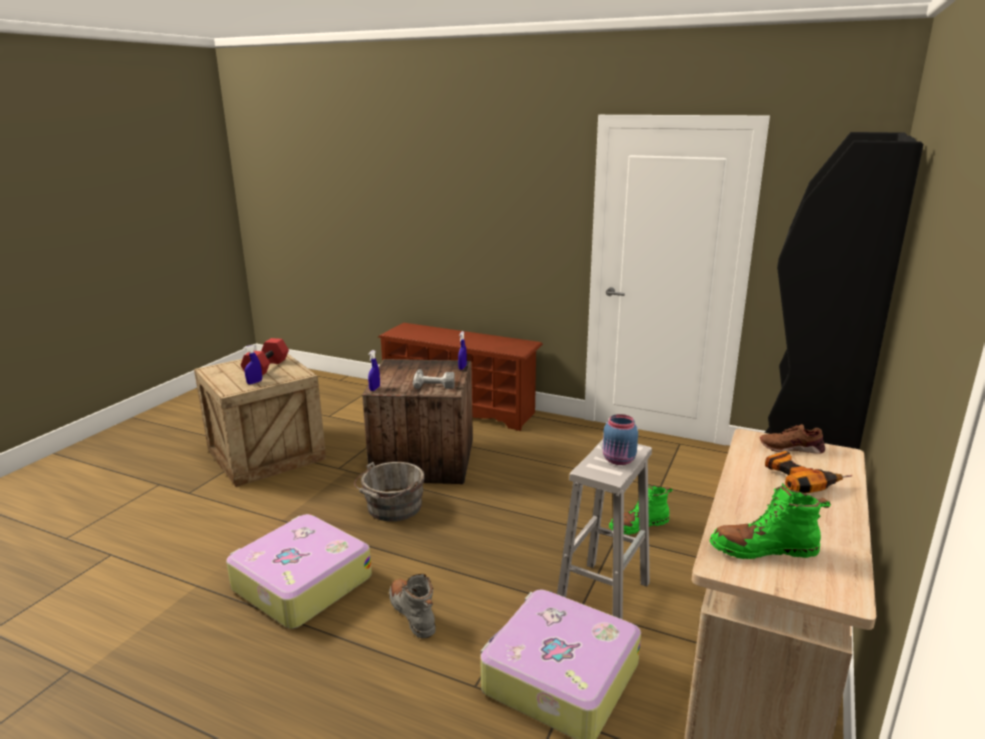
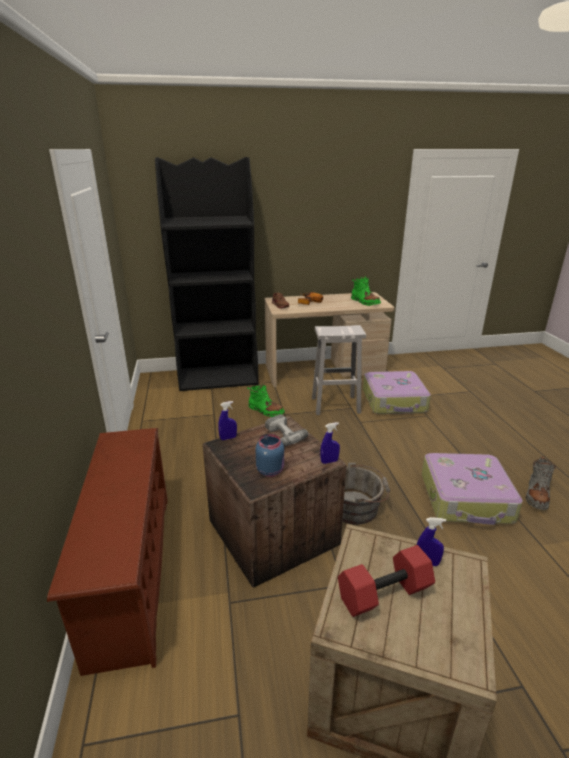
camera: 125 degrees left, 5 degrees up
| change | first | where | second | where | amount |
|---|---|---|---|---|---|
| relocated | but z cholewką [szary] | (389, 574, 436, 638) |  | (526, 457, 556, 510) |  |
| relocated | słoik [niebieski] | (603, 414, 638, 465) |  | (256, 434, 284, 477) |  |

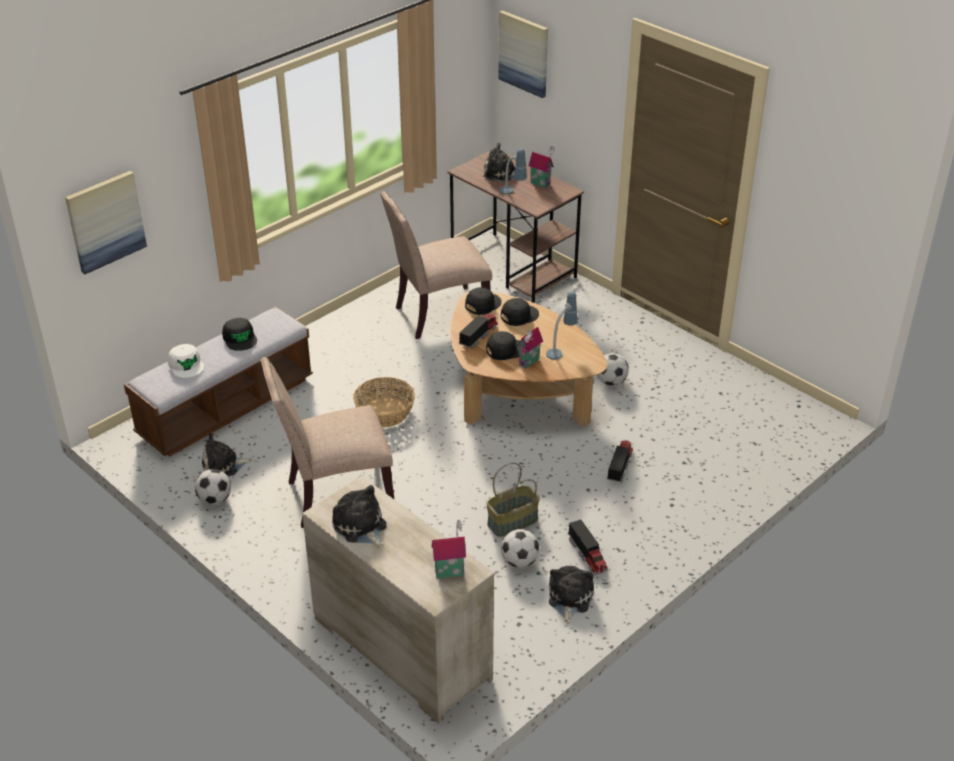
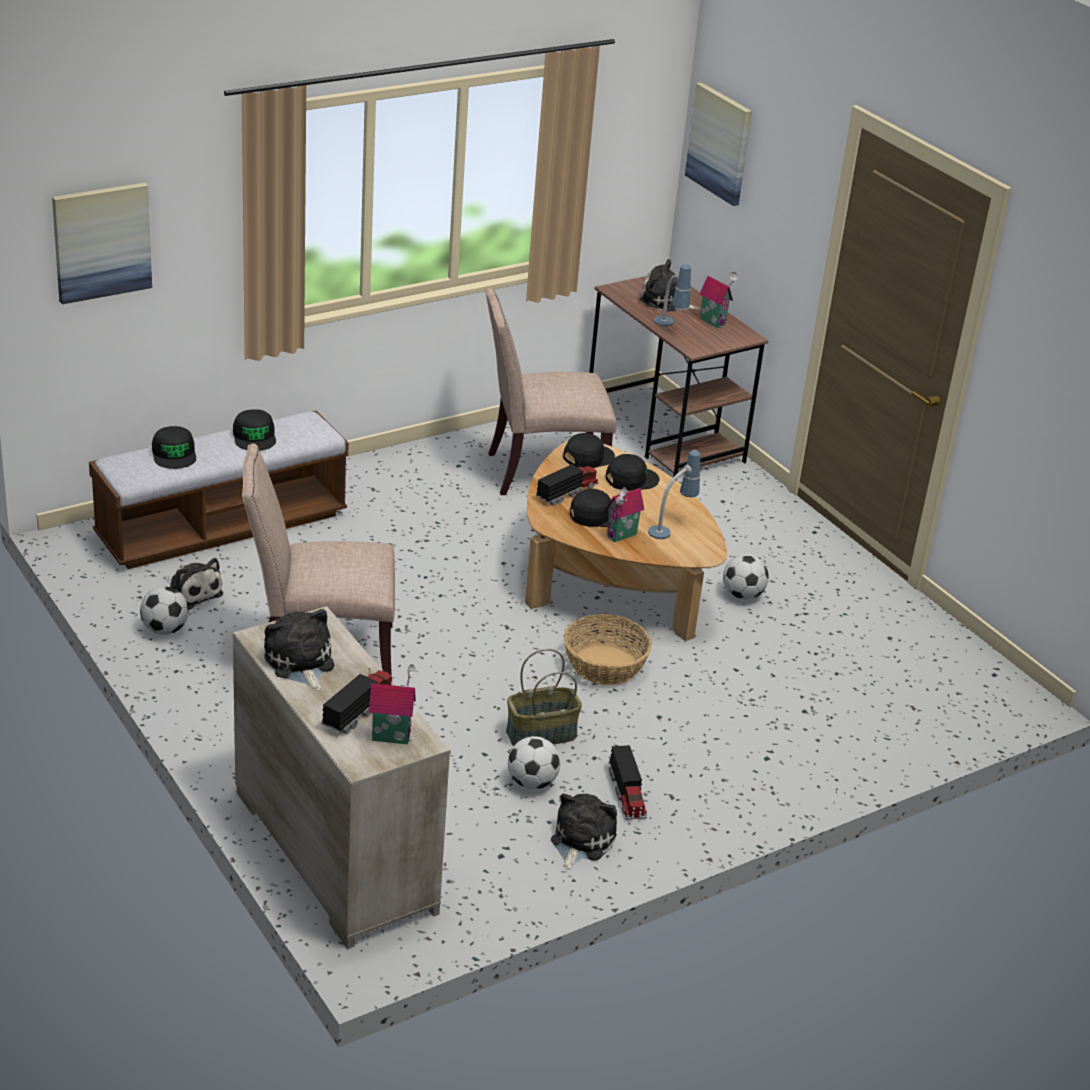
camera: 10 degrees right, 5 degrees down
| change | first | where | second | where | amount |
|---|---|---|---|---|---|
| relocated | koszyk | (353, 377, 415, 428) |  | (564, 614, 652, 685) |  |
| relocated | ciężarówka zabawkowa | (607, 441, 633, 482) |  | (321, 668, 394, 735) |  |
| colour | czapka z daszkiem [biały] | (168, 344, 204, 378) | czapka z daszkiem [czarny] | (152, 426, 196, 469) |  |
| spun | pluszak | (202, 432, 252, 477) |  | (164, 558, 223, 610) | 135 degrees counterclockwise |

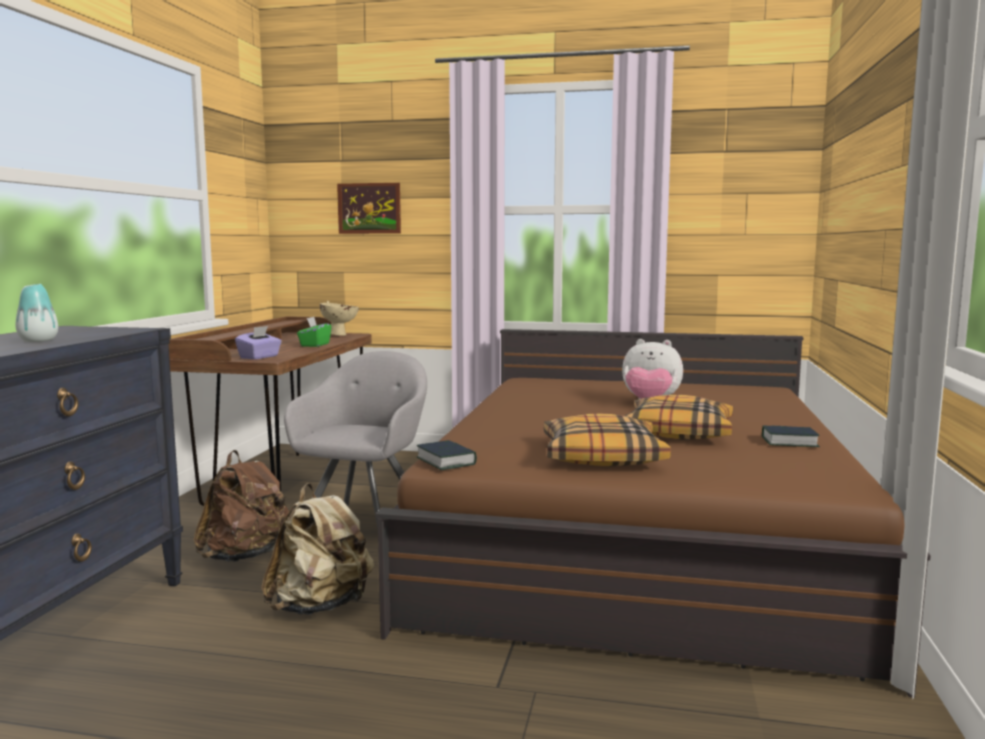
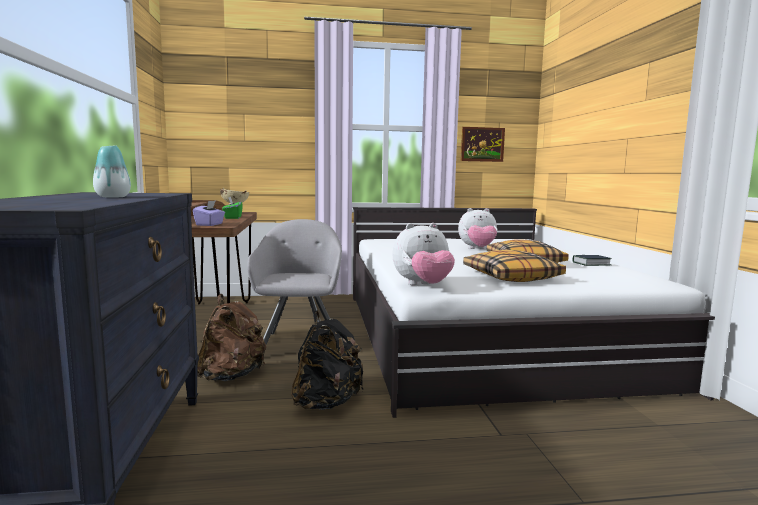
camera: 20 degrees left, 0 degrees up
| change | first | where | second | where | amount |
|---|---|---|---|---|---|
| relocated | obraz | (337, 183, 401, 234) |  | (461, 127, 505, 162) |  |
| exchanged | książka | (417, 440, 477, 470) | pluszak | (392, 223, 455, 285) |  |
| colour | plecak [beżowy] | (261, 483, 374, 615) | plecak [czarny] | (291, 310, 364, 410) |  |
| colour | łóżko [brązowy] | (376, 329, 931, 698) | łóżko [biały] | (353, 207, 715, 418) |  |

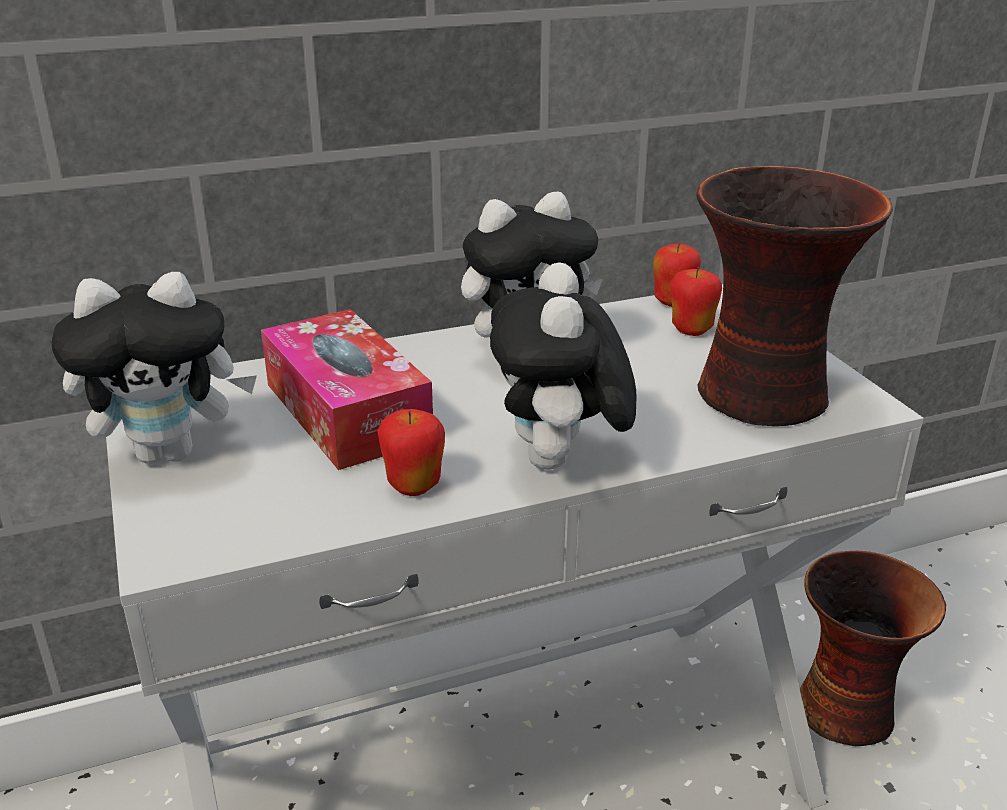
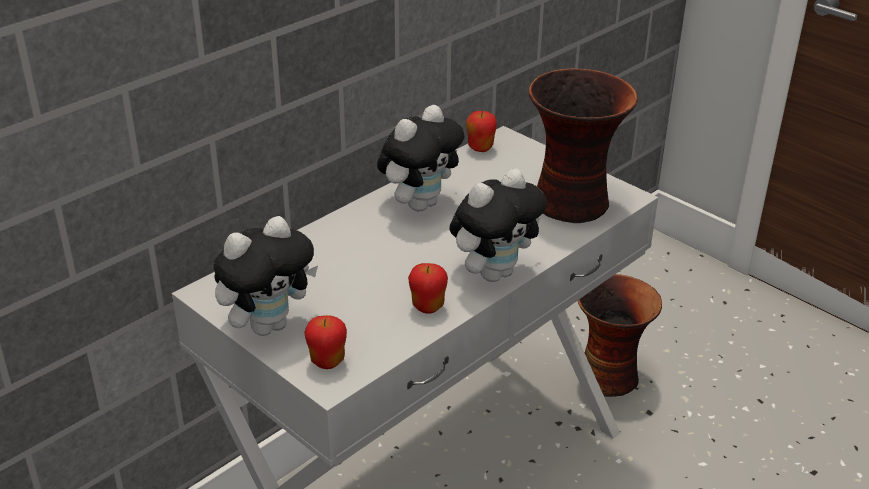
camera: 25 degrees left, 5 degrees up
| change | first | where | second | where | amount |
|---|---|---|---|---|---|
| missing | pudełko chusteczek | (261, 309, 433, 470) |  |  |  |
| relocated | jabłko | (670, 267, 722, 336) |  | (304, 315, 347, 369) |  |
| spun | pluszak | (490, 262, 636, 470) |  | (450, 168, 547, 282) | 105 degrees counterclockwise |

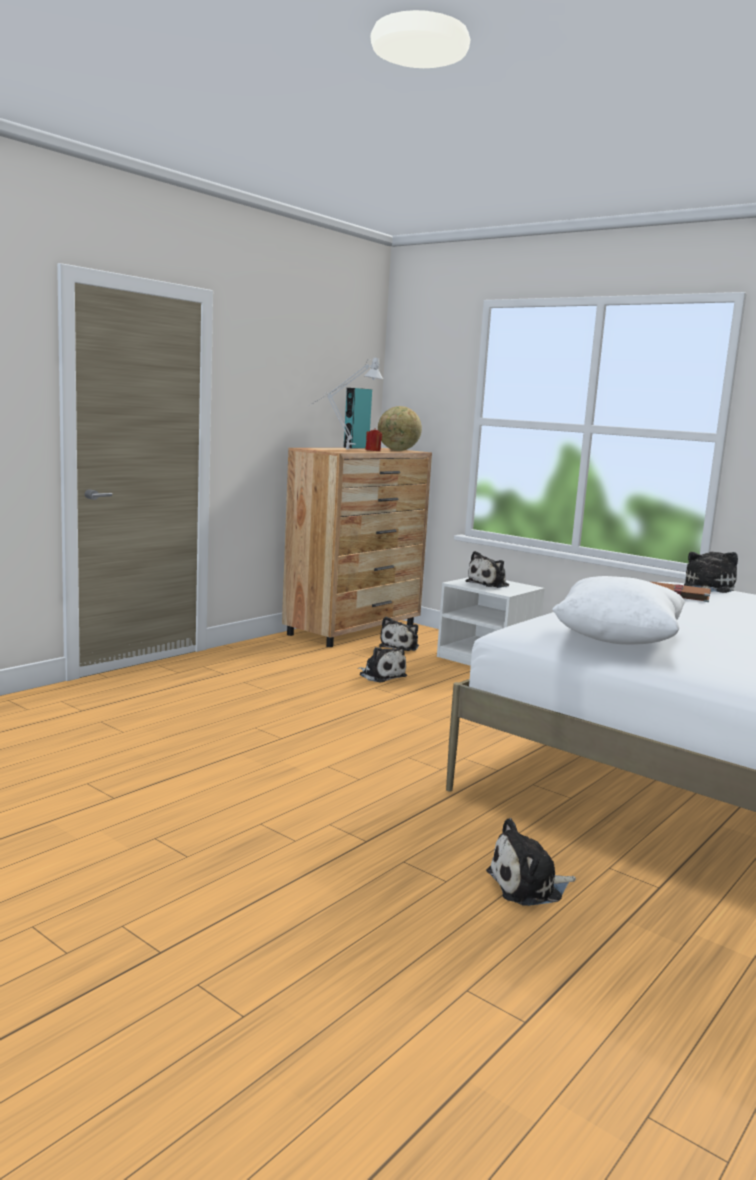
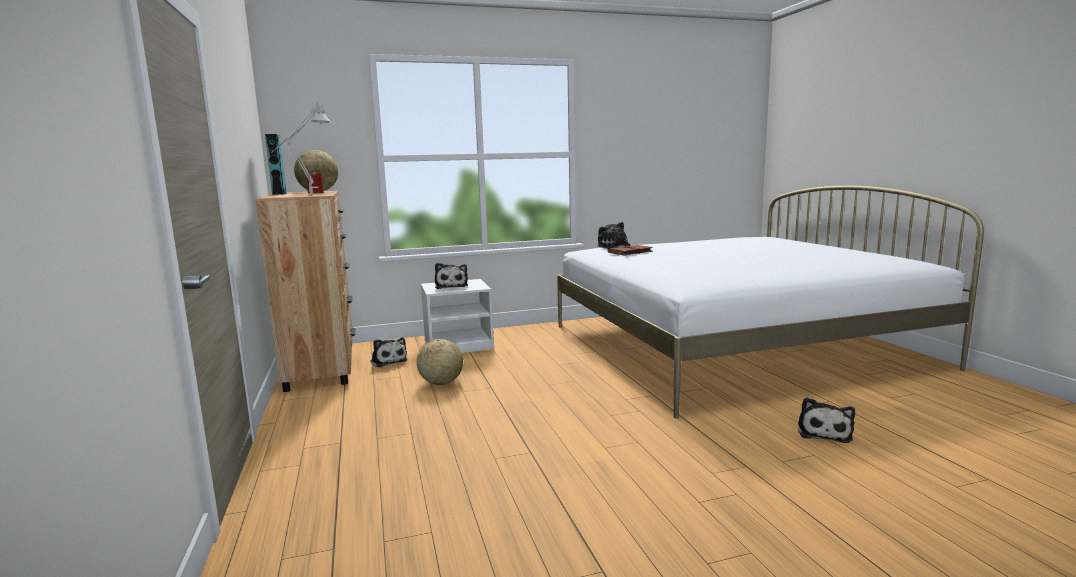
camera: 55 degrees left, 0 degrees up
| change | first | where | second | where | amount |
|---|---|---|---|---|---|
| missing | poduszka [biały] | (552, 576, 686, 645) |  |  |  |
| exchanged | pluszak | (358, 646, 407, 683) | globus | (417, 339, 463, 385) |  |

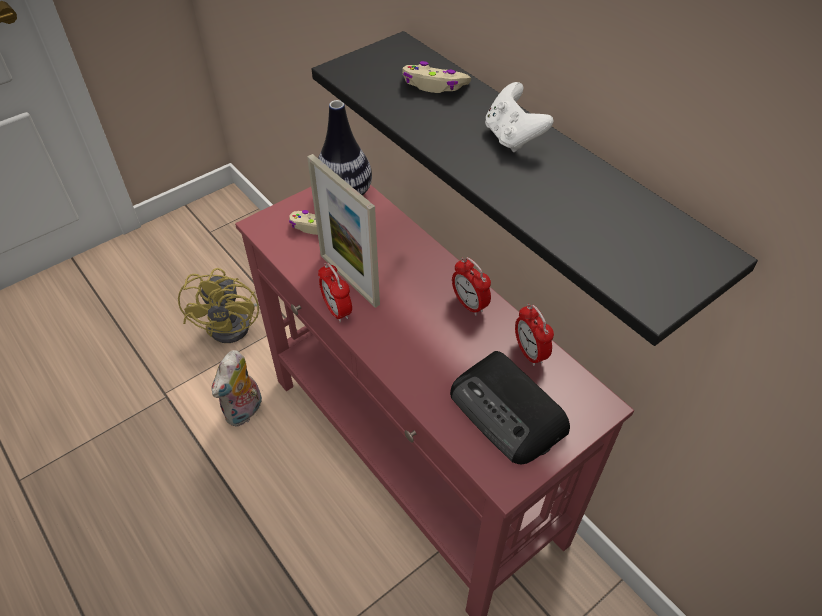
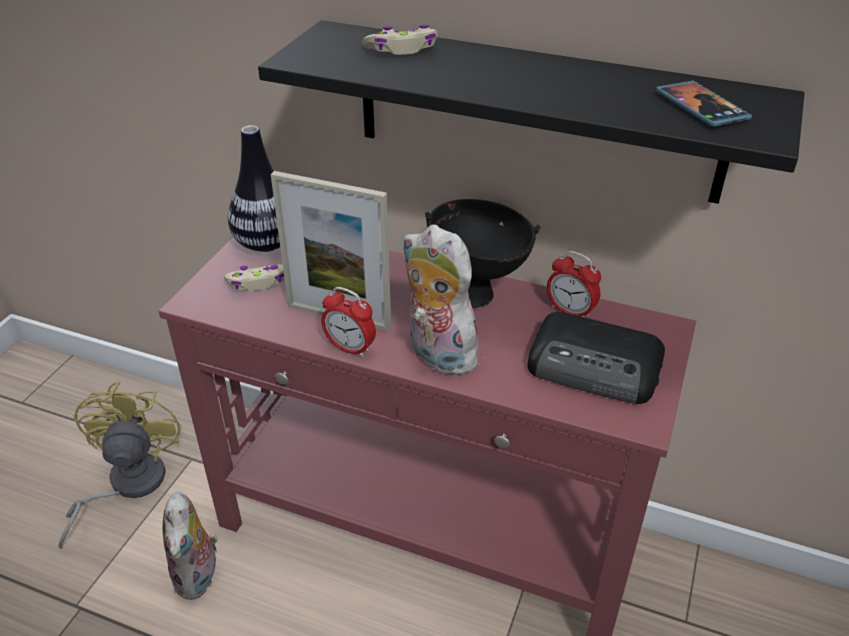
camera: 30 degrees left, 10 degrees down
| change | first | where | second | where | amount |
|---|---|---|---|---|---|
| missing | pad do gier [biały] | (485, 82, 554, 152) |  |  |  |
| appeared |  |  | pluszak | (402, 225, 480, 376) |  |
| appeared |  |  | telefon | (656, 81, 752, 127) |  |
| exchanged | budzik | (452, 257, 491, 316) | miska [czarny] | (425, 199, 541, 308) |  |
| spun | wentylator [żółty] | (178, 268, 259, 343) |  | (59, 381, 182, 549) | 150 degrees counterclockwise |

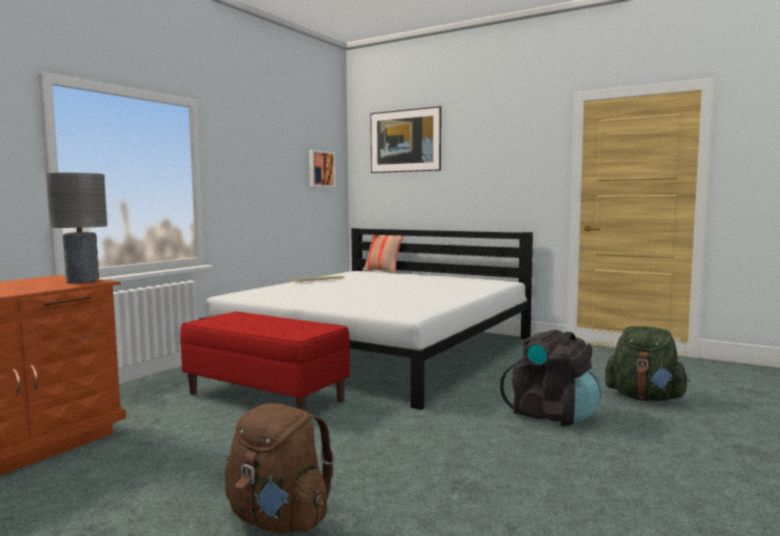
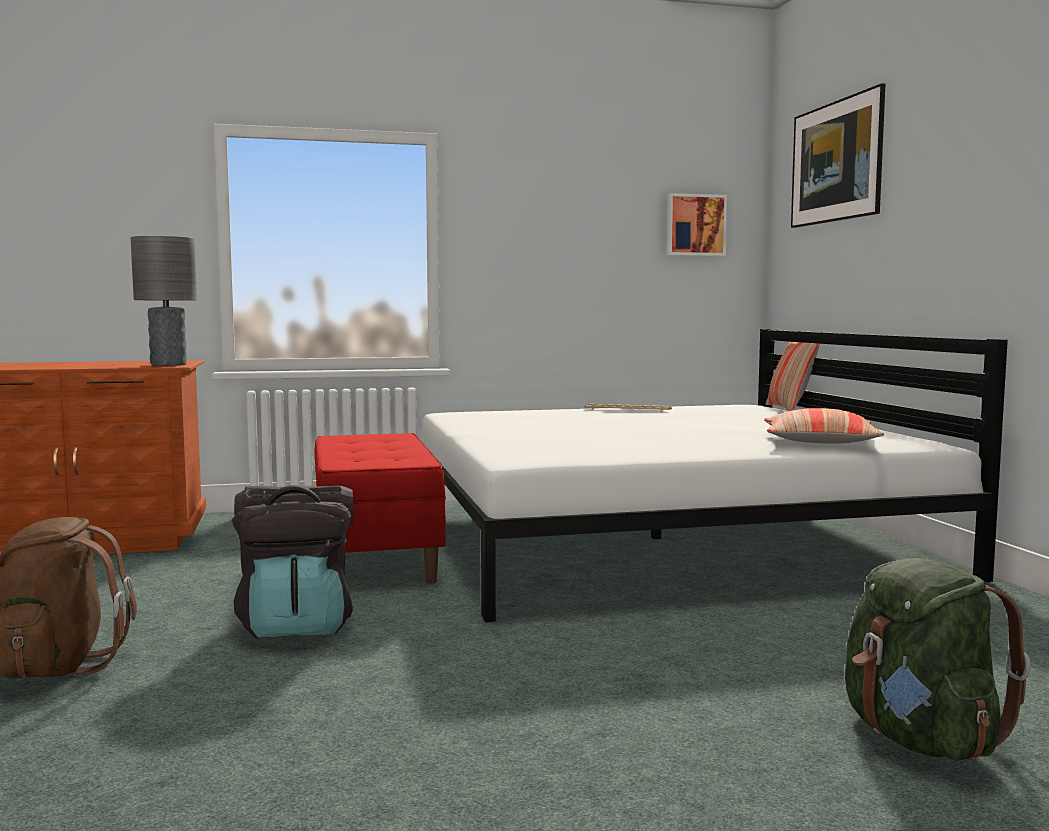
camera: 45 degrees right, 0 degrees up
| change | first | where | second | where | amount |
|---|---|---|---|---|---|
| appeared |  |  | poduszka | (764, 408, 884, 444) |  |
| relocated | plecak [czarny] | (500, 330, 601, 426) |  | (232, 485, 354, 638) |  |

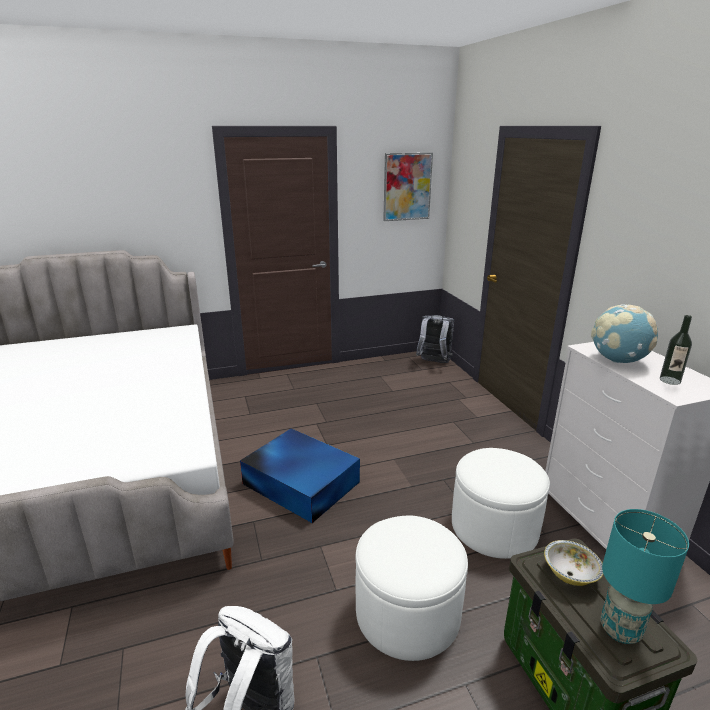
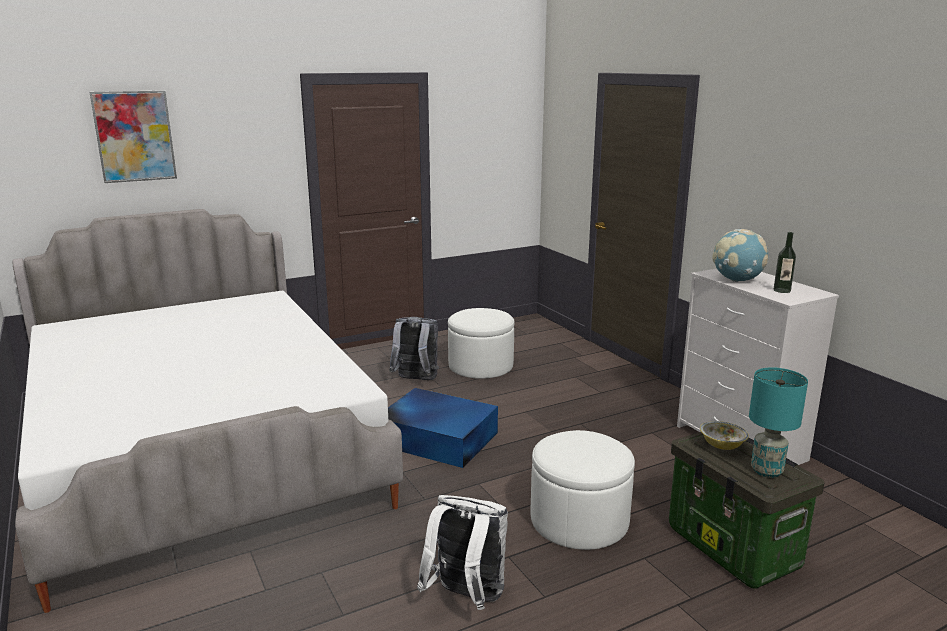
camera: 10 degrees left, 5 degrees down
| change | first | where | second | where | amount |
|---|---|---|---|---|---|
| relocated | obraz | (383, 152, 433, 221) |  | (89, 90, 177, 183) |  |
| relocated | plecak [szary] | (416, 315, 455, 363) |  | (389, 317, 439, 380) |  |
| relocated | pufa [biały] | (452, 448, 550, 559) |  | (448, 308, 514, 379) |  |

